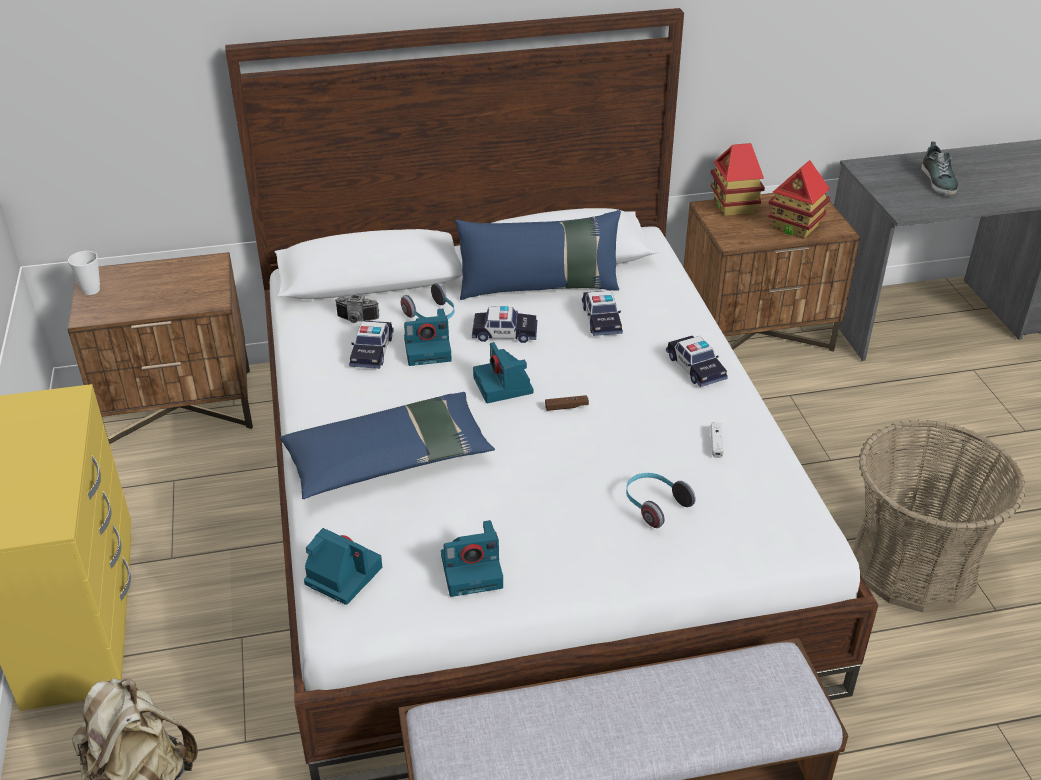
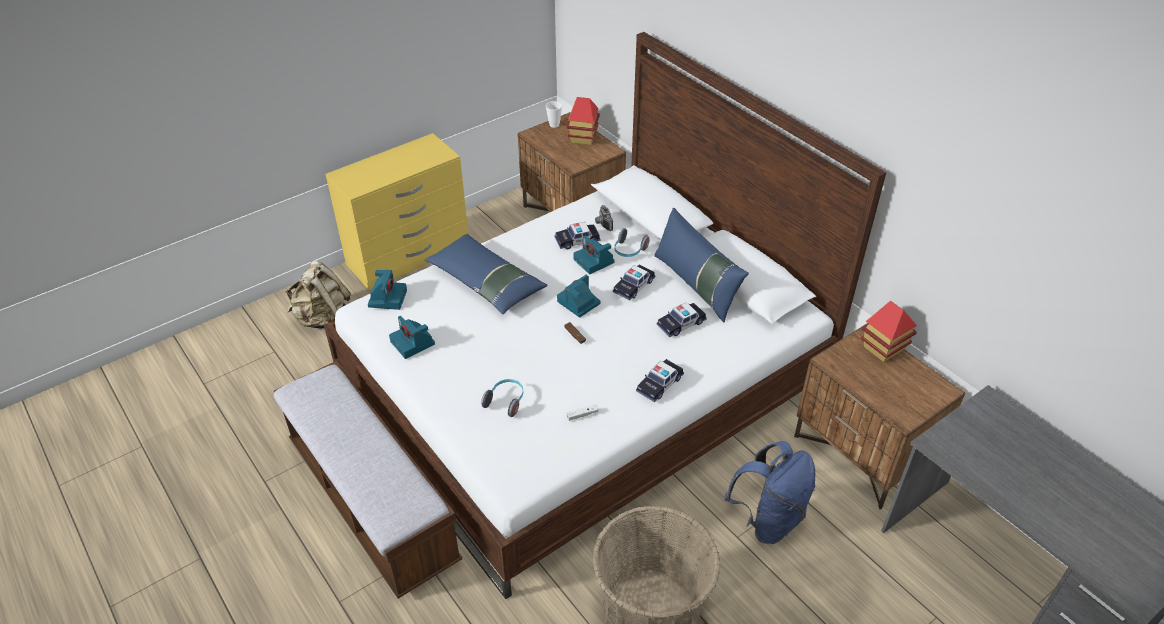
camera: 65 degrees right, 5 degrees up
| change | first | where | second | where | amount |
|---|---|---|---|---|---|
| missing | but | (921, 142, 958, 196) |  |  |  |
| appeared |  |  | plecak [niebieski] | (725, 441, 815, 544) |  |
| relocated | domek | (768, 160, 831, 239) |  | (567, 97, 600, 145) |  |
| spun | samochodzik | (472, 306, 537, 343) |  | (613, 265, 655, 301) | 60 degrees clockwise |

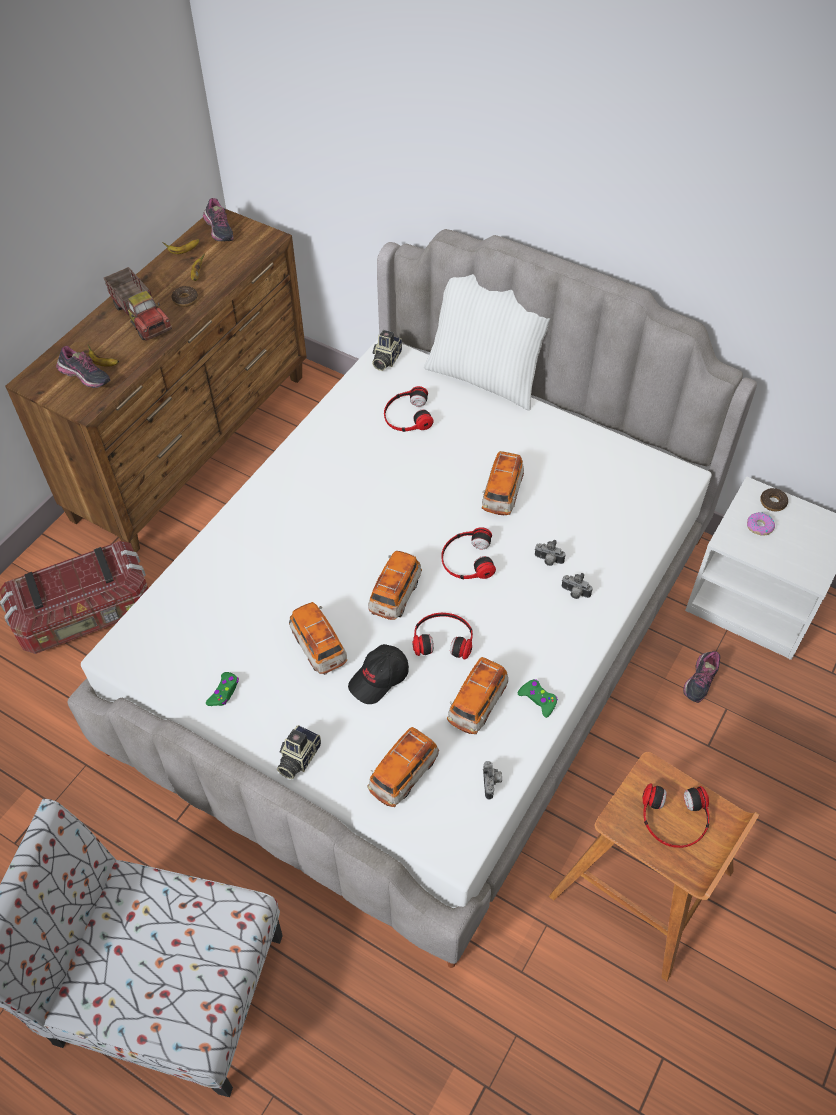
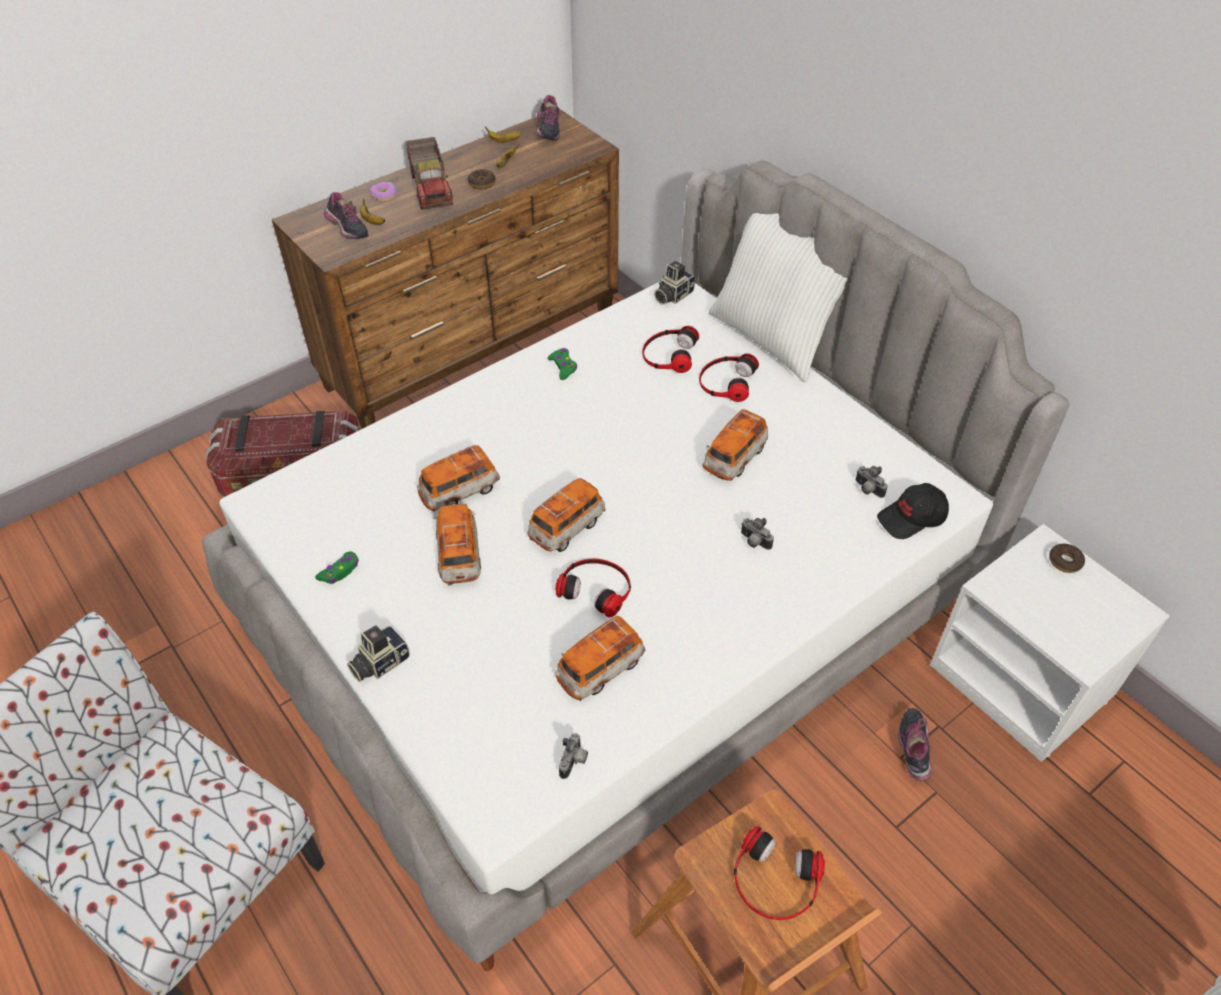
camera: 20 degrees right, 5 degrees down
| change | first | where | second | where | amount |
|---|---|---|---|---|---|
| relocated | czapka z daszkiem [czarny] | (348, 644, 409, 704) |  | (877, 483, 949, 539) |  |
| relocated | samochodzik | (368, 727, 439, 807) |  | (417, 445, 500, 511) |  |
| relocated | słuchawki | (441, 527, 496, 579) |  | (699, 353, 759, 402) |  |
| relocated | pad do gier [zielony] | (518, 679, 558, 718) |  | (548, 348, 577, 380) |  |
| relocated | aparat fotograficzny | (562, 573, 592, 599) |  | (855, 466, 888, 498) |  |
| relocated | donut | (747, 512, 775, 536) |  | (370, 182, 398, 202) |  |
| spun | but | (683, 651, 720, 703) |  | (898, 708, 933, 781) | 135 degrees clockwise |

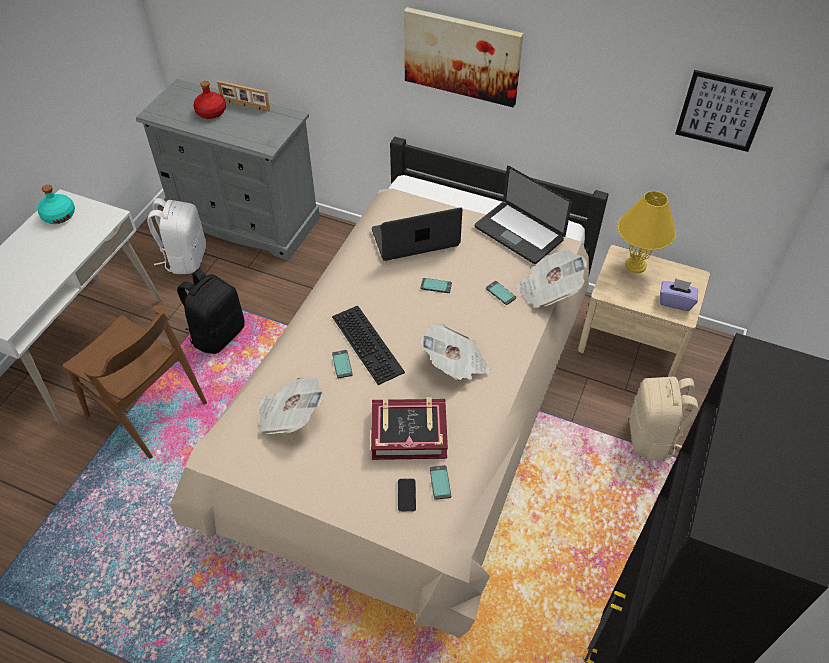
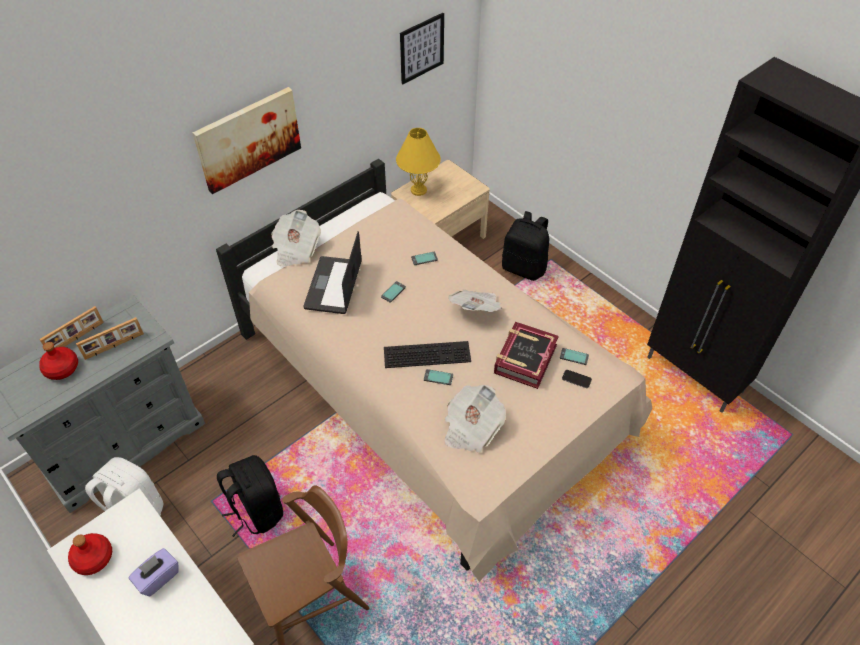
camera: 65 degrees left, 0 degrees up
| change | first | where | second | where | amount |
|---|---|---|---|---|---|
| missing | laptop | (475, 166, 572, 264) |  |  |  |
| appeared |  |  | ramka na zdjęcie | (76, 317, 144, 360) |  |
| relocated | gazeta | (516, 250, 588, 309) |  | (271, 210, 321, 266) |  |
| relocated | pudełko chusteczek [fioletowy] | (660, 278, 698, 311) |  | (129, 548, 179, 597) |  |
| colour | butelka [turkusowy] | (38, 185, 75, 224) | butelka [czerwony] | (68, 533, 112, 575) |  |
| colour | plecak [beżowy] | (629, 377, 698, 460) | plecak [czarny] | (502, 211, 549, 281) |  |

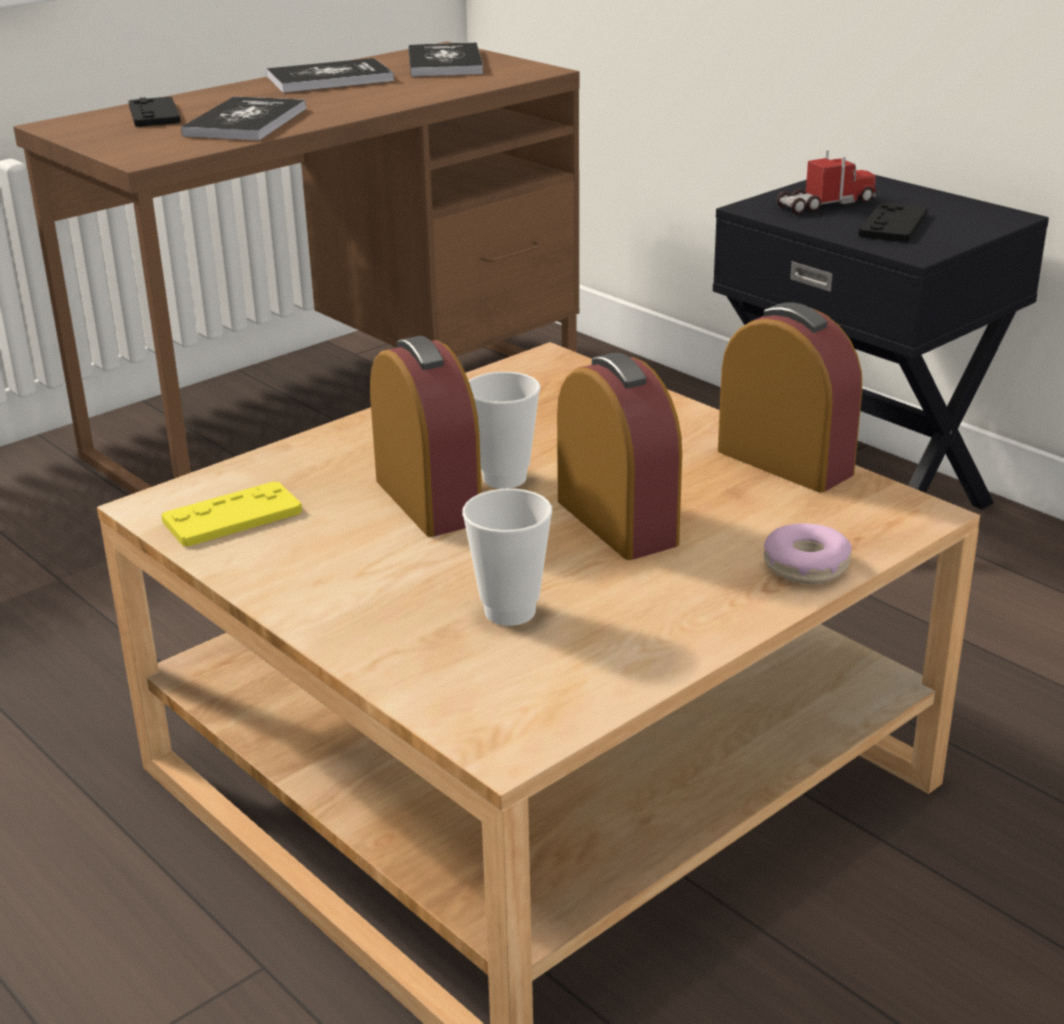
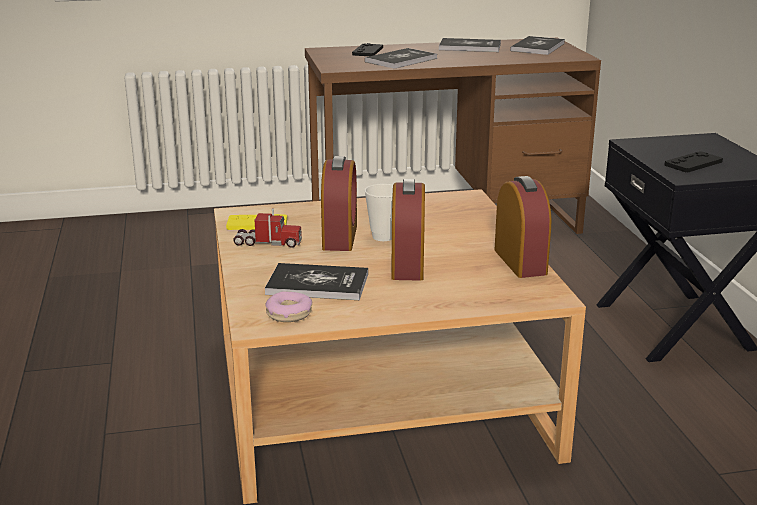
camera: 30 degrees right, 5 degrees down
| change | first | where | second | where | amount |
|---|---|---|---|---|---|
| relocated | donut | (764, 523, 852, 584) |  | (266, 291, 312, 322) |  |
| relocated | ciężarówka zabawkowa | (777, 149, 876, 214) |  | (233, 208, 302, 248) |  |
| exchanged | filiżanka | (462, 488, 552, 626) | książka | (265, 263, 368, 300) |  |

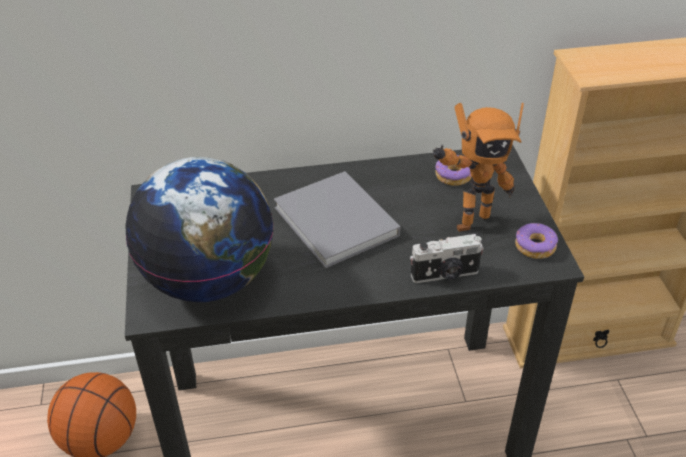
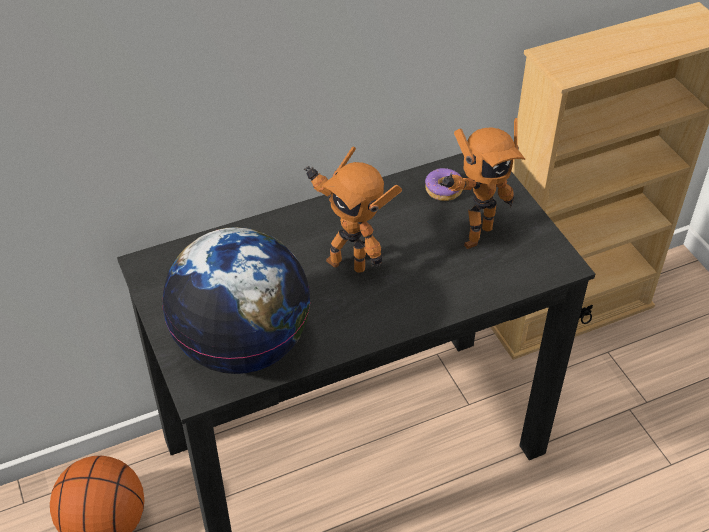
camera: 15 degrees left, 5 degrees up
| change | first | where | second | where | amount |
|---|---|---|---|---|---|
| missing | aparat fotograficzny | (410, 234, 484, 283) |  |  |  |
| missing | donut | (515, 223, 558, 259) |  |  |  |
| exchanged | książka [szary] | (274, 171, 400, 268) | robot zabawkowy | (304, 146, 402, 273) |  |

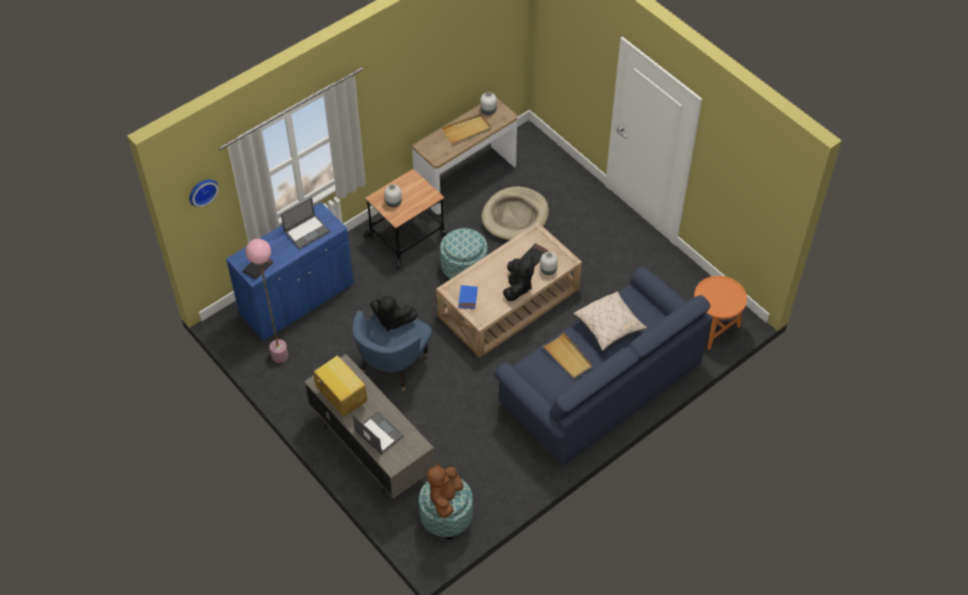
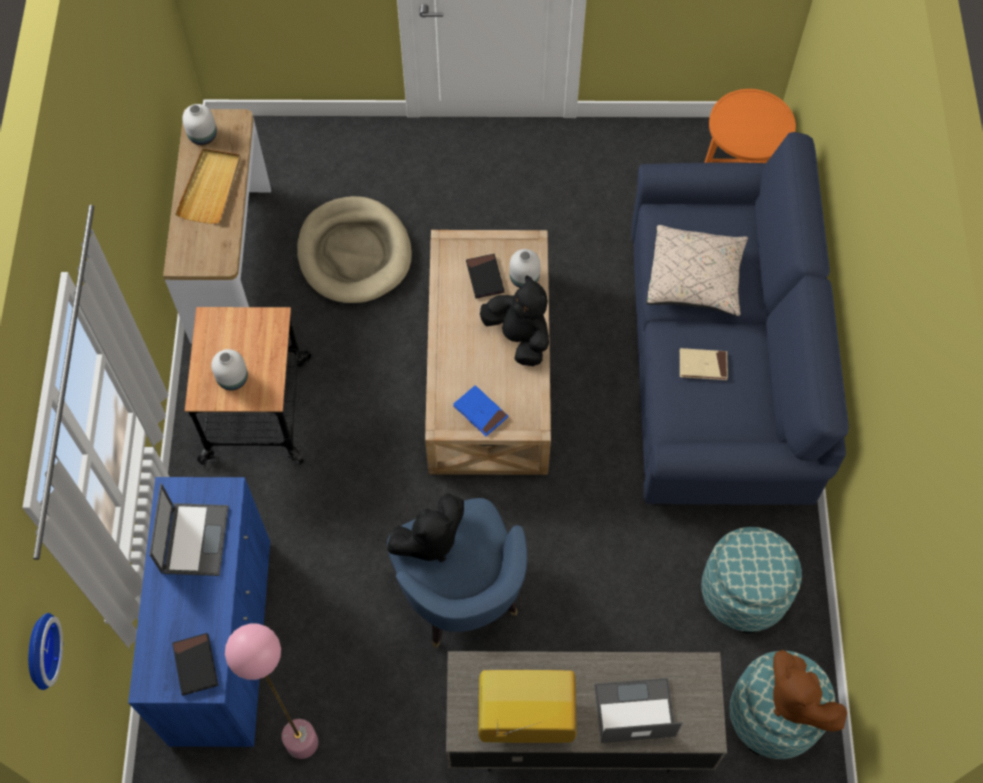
camera: 50 degrees left, 10 degrees up
| change | first | where | second | where | amount |
|---|---|---|---|---|---|
| relocated | pufa | (440, 228, 488, 281) |  | (701, 527, 802, 633) |  |
| exchanged | taca [beżowy] | (542, 332, 592, 379) | książka [beżowy] | (680, 348, 728, 380) |  |

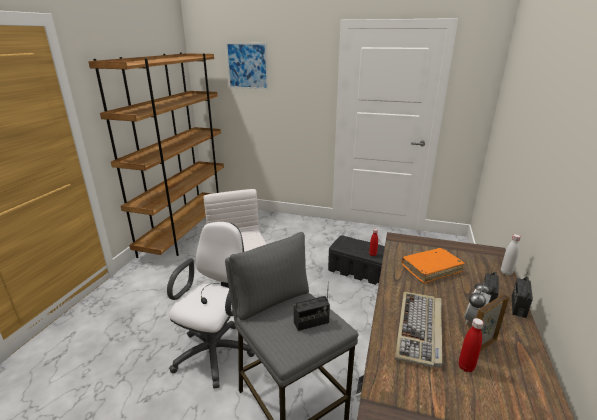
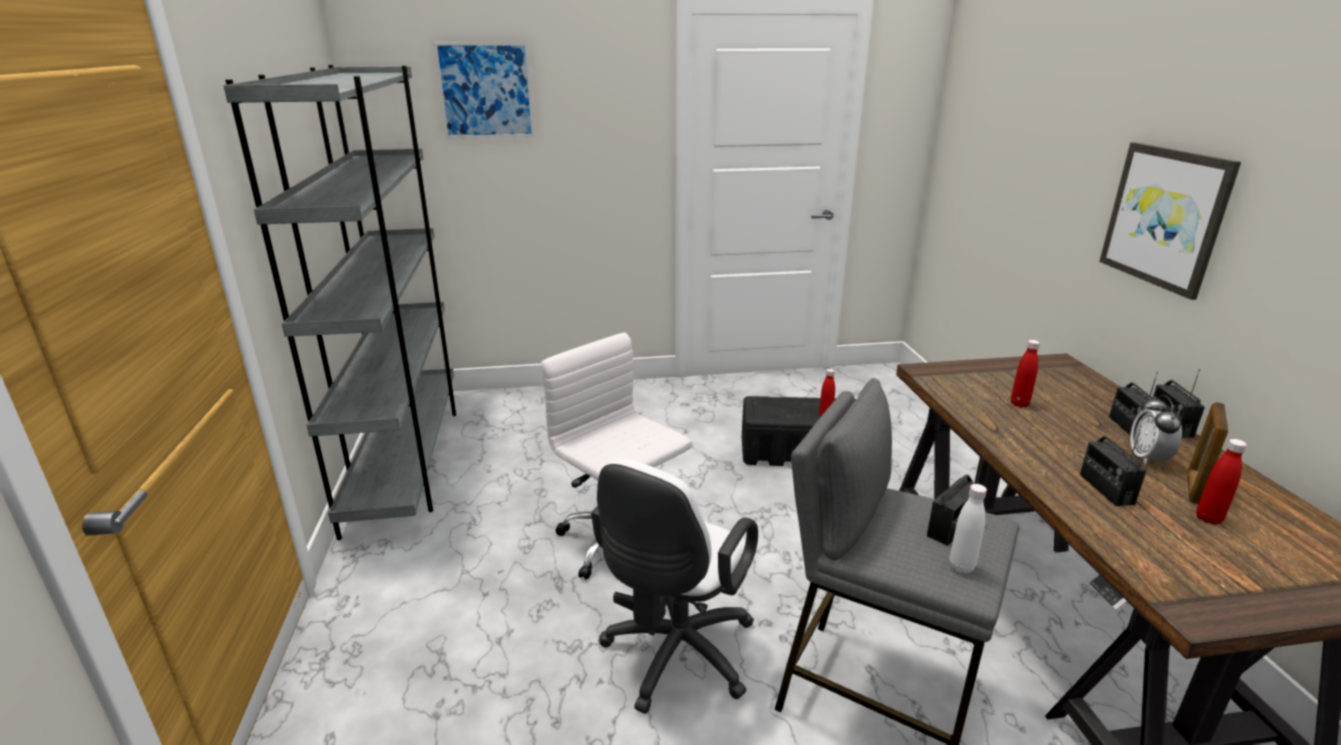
camera: 25 degrees left, 0 degrees up
| change | first | where | second | where | amount |
|---|---|---|---|---|---|
| appeared |  |  | obraz | (1099, 142, 1241, 300) |  |
| relocated | butelka [biały] | (501, 234, 521, 275) |  | (949, 484, 987, 574) |  |
| exchanged | klawiatura | (395, 292, 442, 368) | radio | (1080, 429, 1146, 506) |  |
| exchanged | książka [pomarańczowy] | (402, 248, 465, 283) | butelka [czerwony] | (1011, 340, 1040, 407) |  |
| colour | regał [brązowy] | (88, 53, 224, 258) | regał [szary] | (223, 65, 456, 540) |  |
| spun | krzesło biurowe [biały] | (167, 222, 255, 389) |  | (591, 459, 758, 714) | 150 degrees counterclockwise |

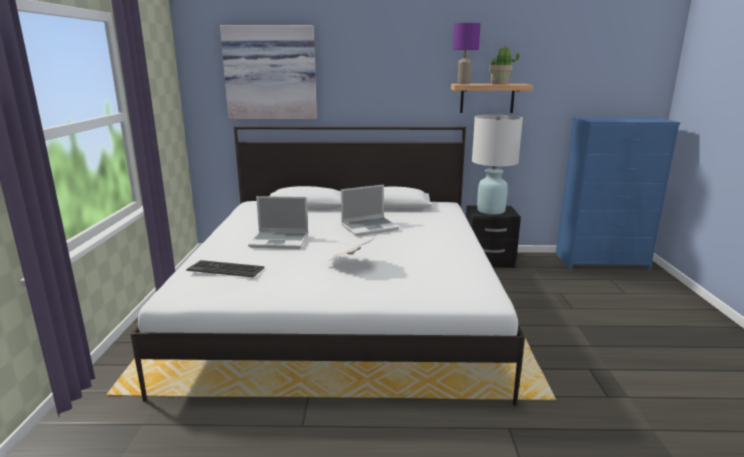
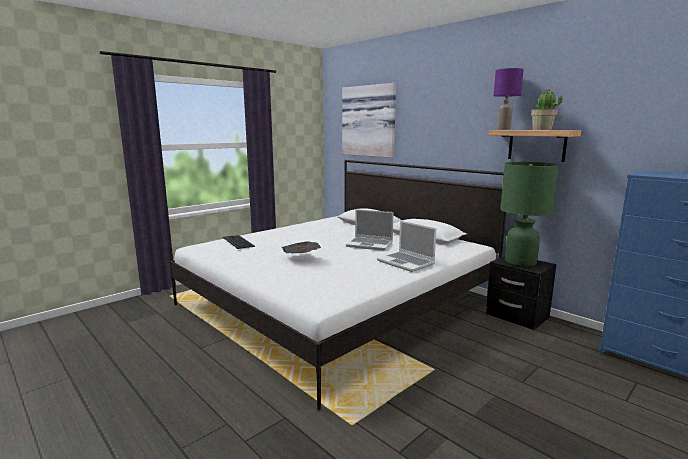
camera: 45 degrees right, 5 degrees down
| change | first | where | second | where | amount |
|---|---|---|---|---|---|
| relocated | laptop | (248, 196, 308, 249) |  | (377, 221, 437, 272) |  |
| colour | lampa stołowa [biały] | (472, 115, 523, 215) | lampa stołowa [zielony] | (500, 162, 559, 267) |  |

